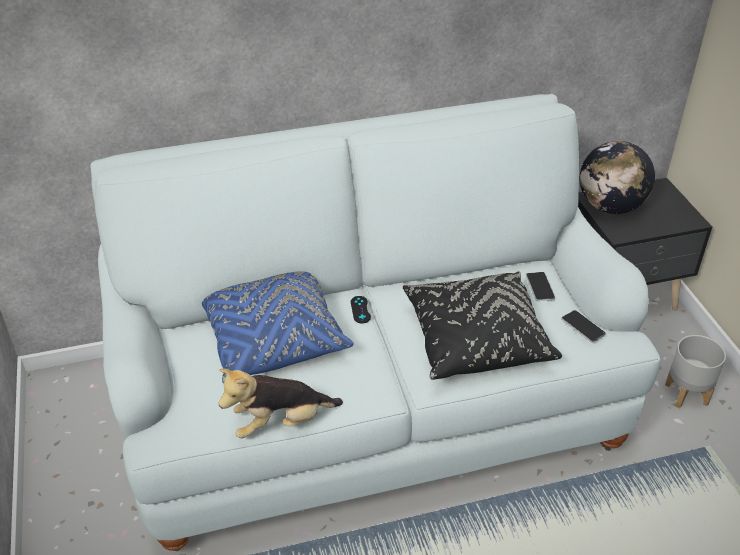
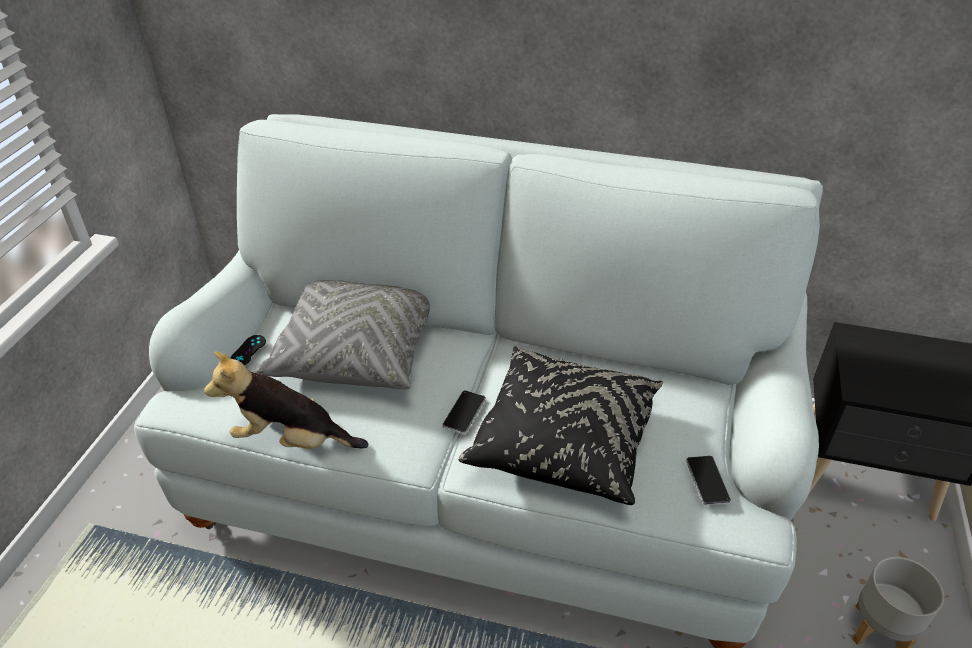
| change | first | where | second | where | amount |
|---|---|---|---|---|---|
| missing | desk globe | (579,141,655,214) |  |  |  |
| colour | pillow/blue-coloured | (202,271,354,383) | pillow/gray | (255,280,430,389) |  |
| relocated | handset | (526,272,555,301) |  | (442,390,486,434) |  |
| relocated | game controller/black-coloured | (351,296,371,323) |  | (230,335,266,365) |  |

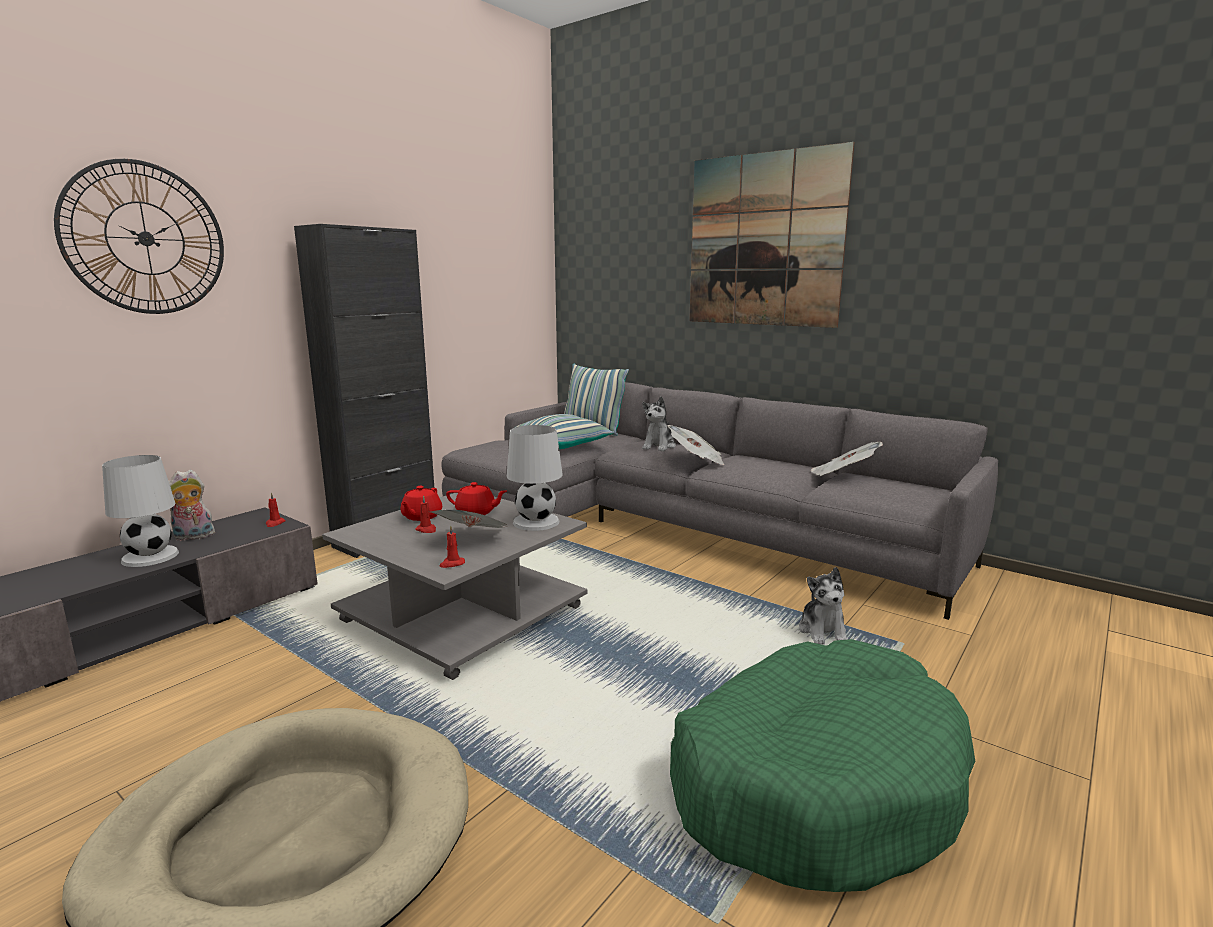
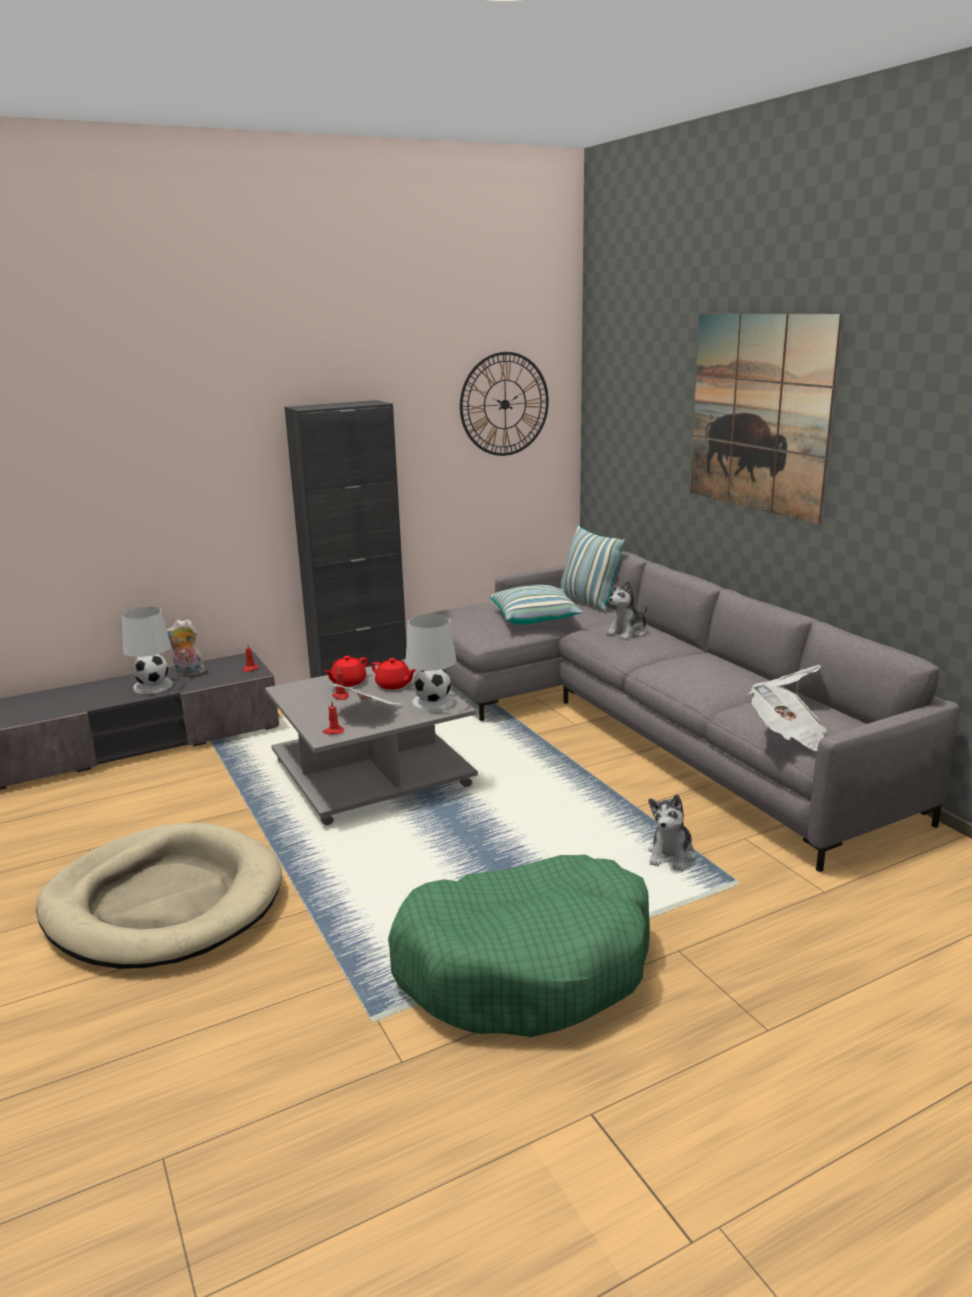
| change | first | where | second | where | amount |
|---|---|---|---|---|---|
| relocated | hanging clock | (54,159,224,314) |  | (460,352,549,456) |  |
| relocated | newspaper | (668,425,724,465) |  | (751,683,827,751) |  |

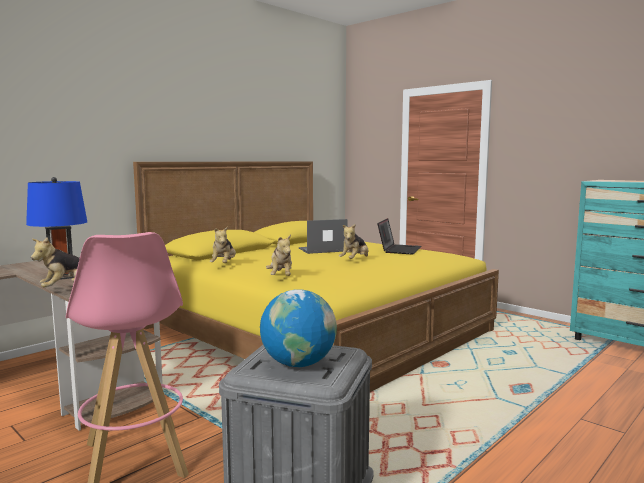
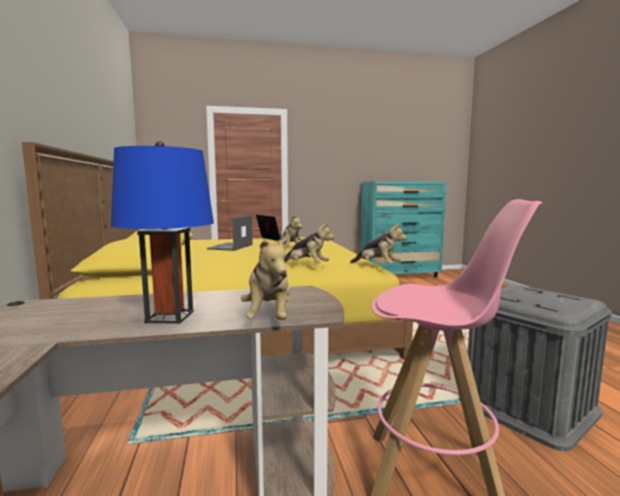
| change | first | where | second | where | amount |
|---|---|---|---|---|---|
| relocated | soft toy | (210,226,236,263) |  | (350,222,407,263) |  |
| missing | desk globe | (260,289,337,367) |  |  |  |

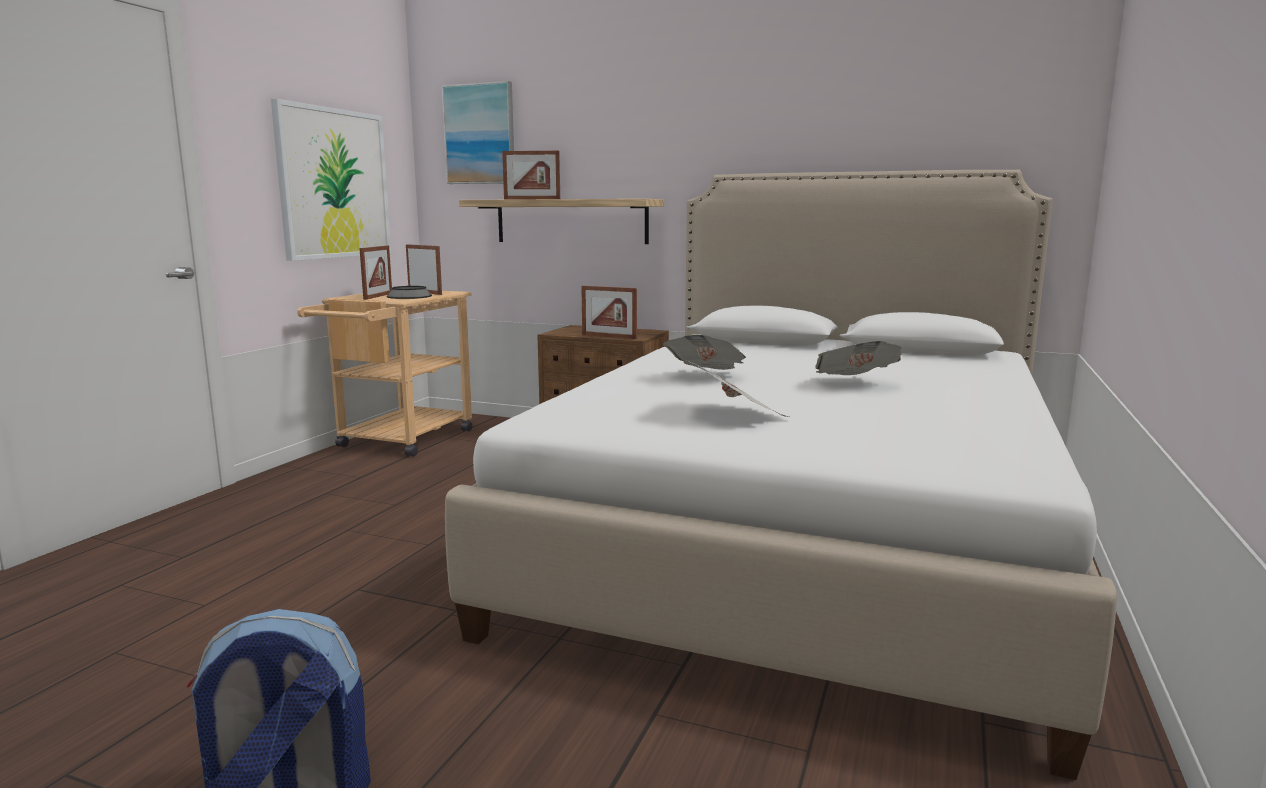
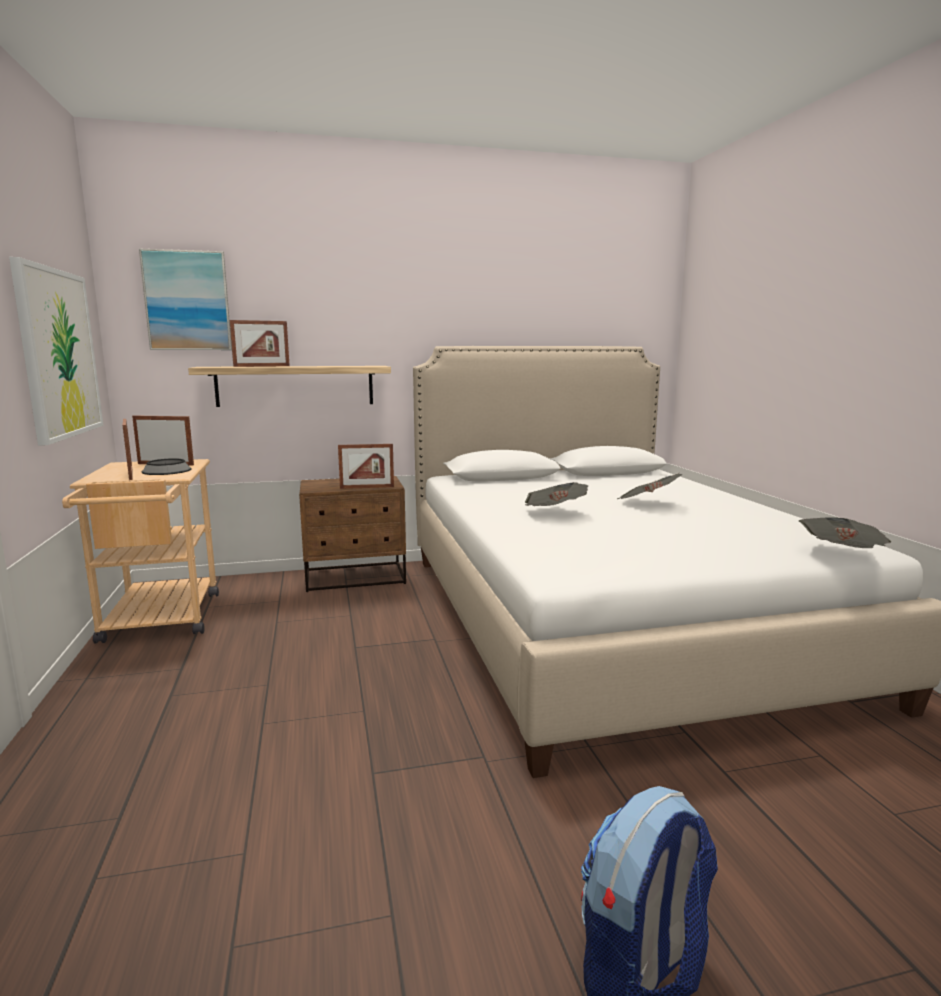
| change | first | where | second | where | amount |
|---|---|---|---|---|---|
| relocated | newspaper | (684,360,789,417) |  | (799,517,891,548) |  |

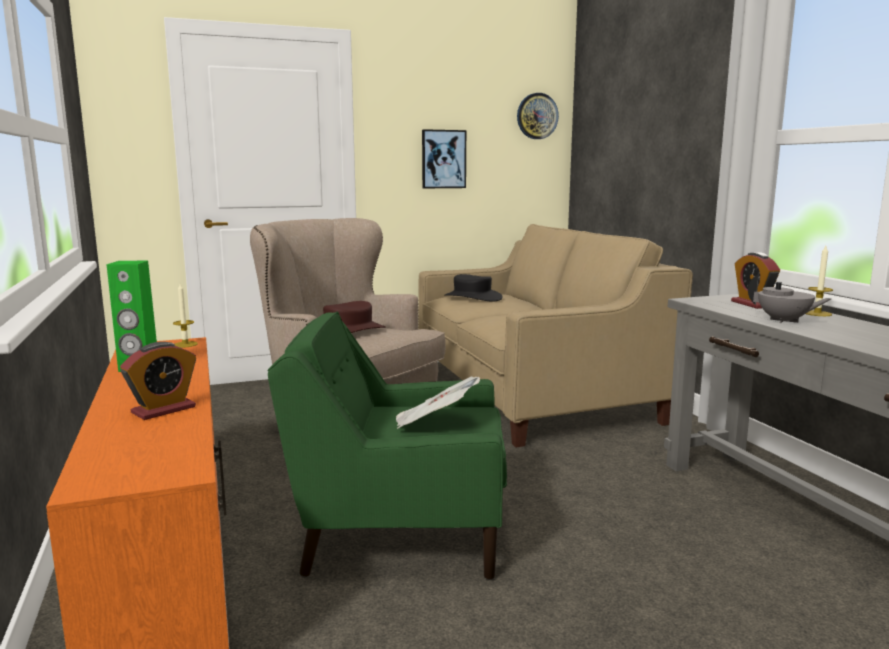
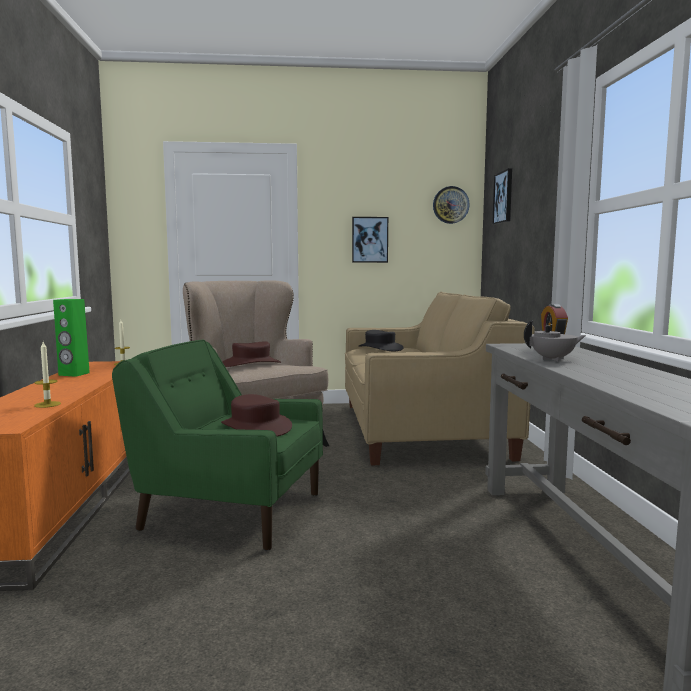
| change | first | where | second | where | amount |
|---|---|---|---|---|---|
| relocated | candle | (806,246,833,316) |  | (34,342,61,408) |  |
| spun | teapot/gray | (748,274,831,323) |  | (524,320,586,361) | 60 degrees counterclockwise |
| missing | table clock | (120,342,196,420) |  |  |  |
| exchanged | newspaper | (396,376,480,429) | clothing hat/brownish | (221,394,292,437) |  |
| appeared |  |  | picture | (492,168,512,224) |  |

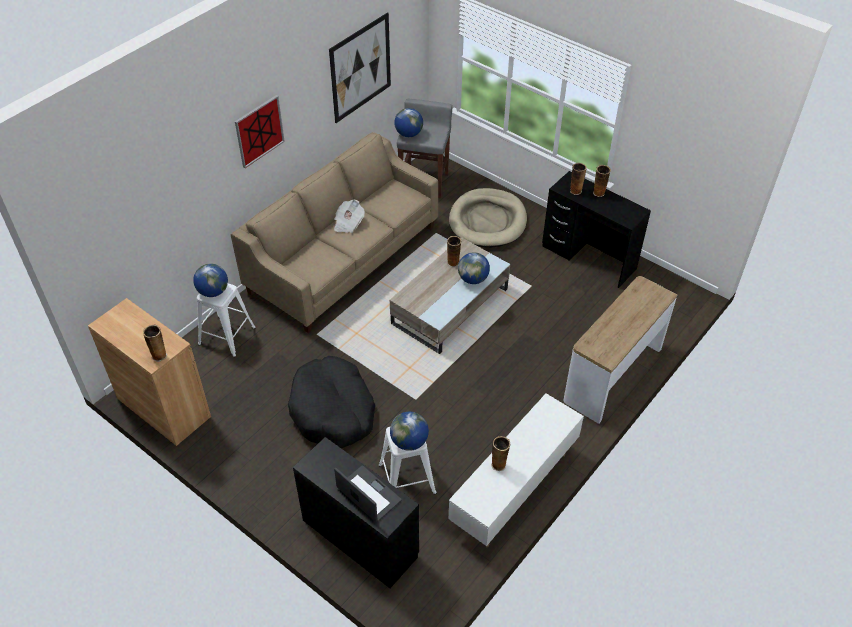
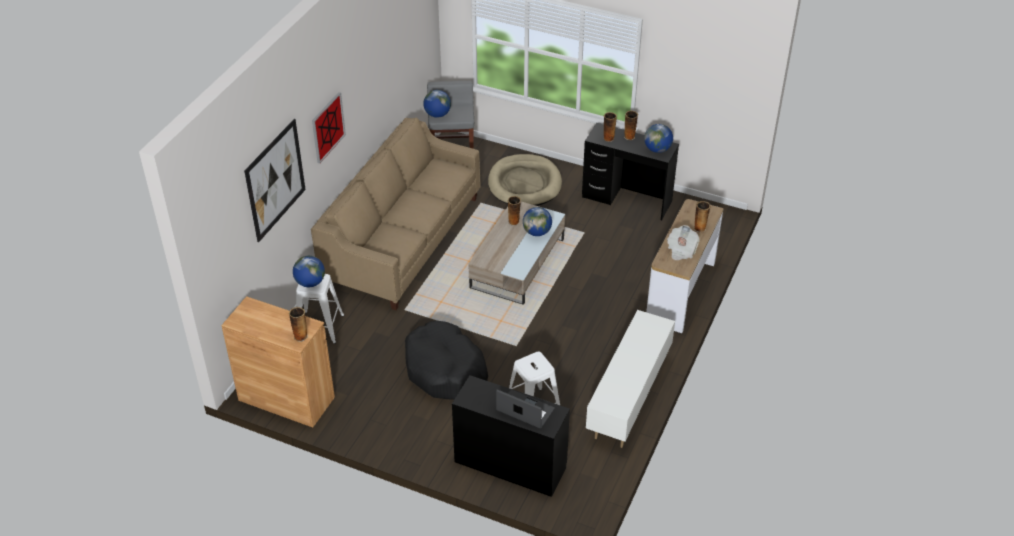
| change | first | where | second | where | amount |
|---|---|---|---|---|---|
| relocated | picture | (329,12,391,123) |  | (244,119,306,242) |  |
| relocated | newspaper | (334,200,365,233) |  | (667,225,700,260) |  |
| relocated | desk globe | (390,412,429,451) |  | (644,124,673,153) |  |
| relocated | decorative vase | (491,436,510,471) |  | (694,201,710,233) |  |

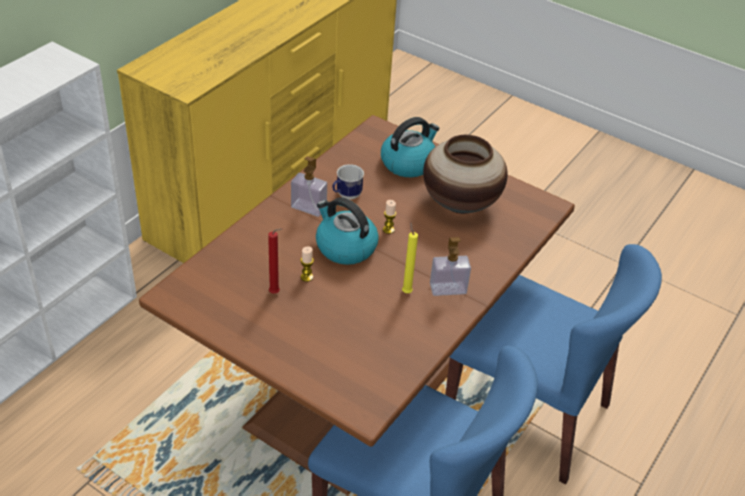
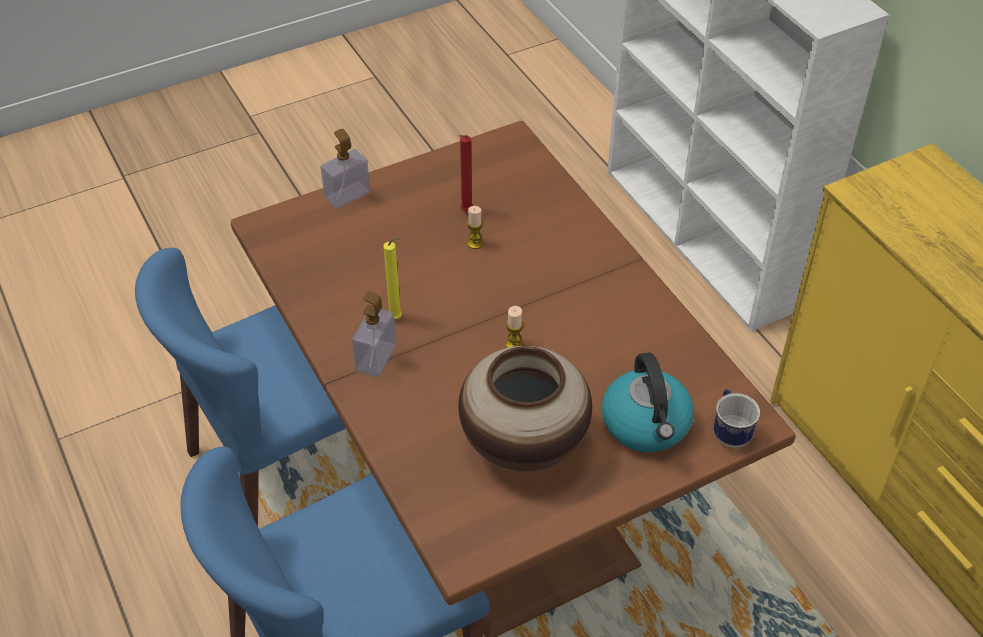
| change | first | where | second | where | amount |
|---|---|---|---|---|---|
| relocated | liquid soap bottle | (291,156,327,217) |  | (321,128,370,209) |  |
| relocated | tea mug | (332,164,364,199) |  | (714,389,760,448) |  |
| missing | kettle | (316,197,379,265) |  |  |  |

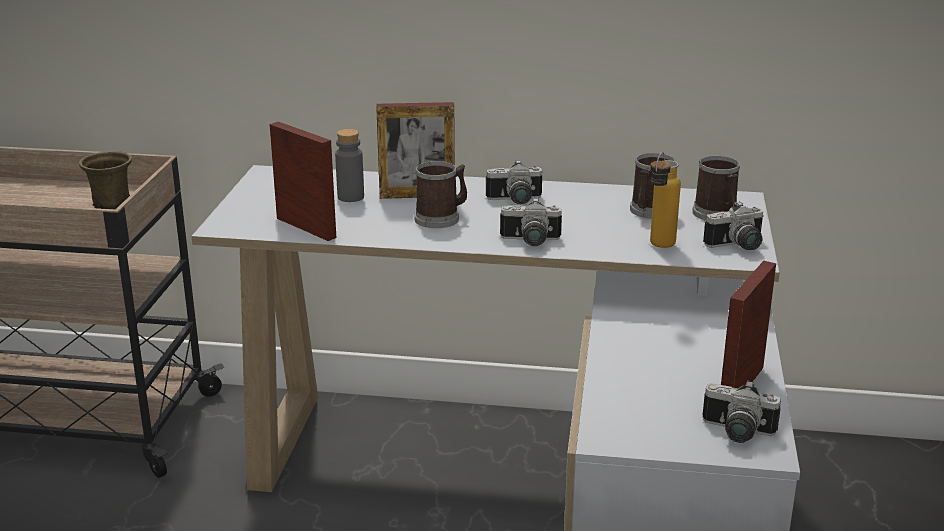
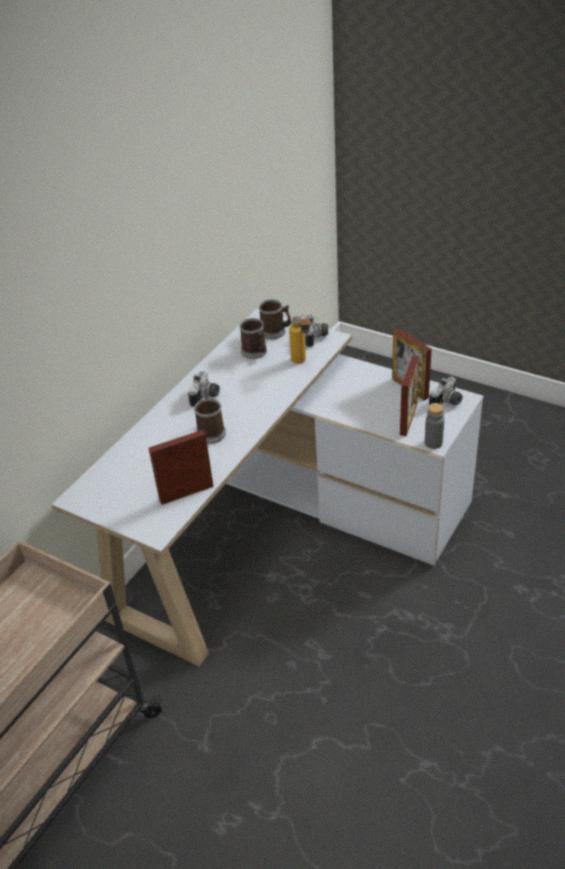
| change | first | where | second | where | amount |
|---|---|---|---|---|---|
| relocated | photo frame | (376,102,455,199) |  | (400,355,419,436) |  |
| relocated | beverage bottle/gray | (335,129,364,202) |  | (425,403,444,449) |  |
| missing | tea mug/brownish | (79,151,132,209) |  |  |  |
| missing | still camera | (500,197,562,246) |  |  |  |

